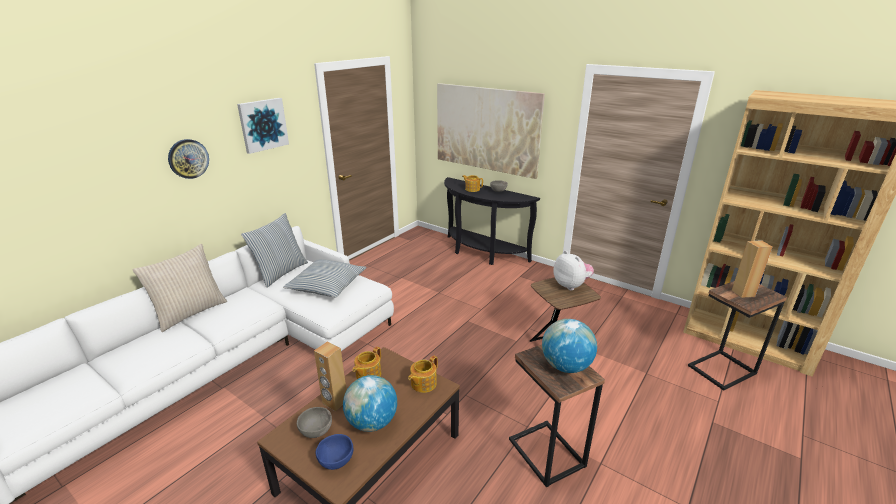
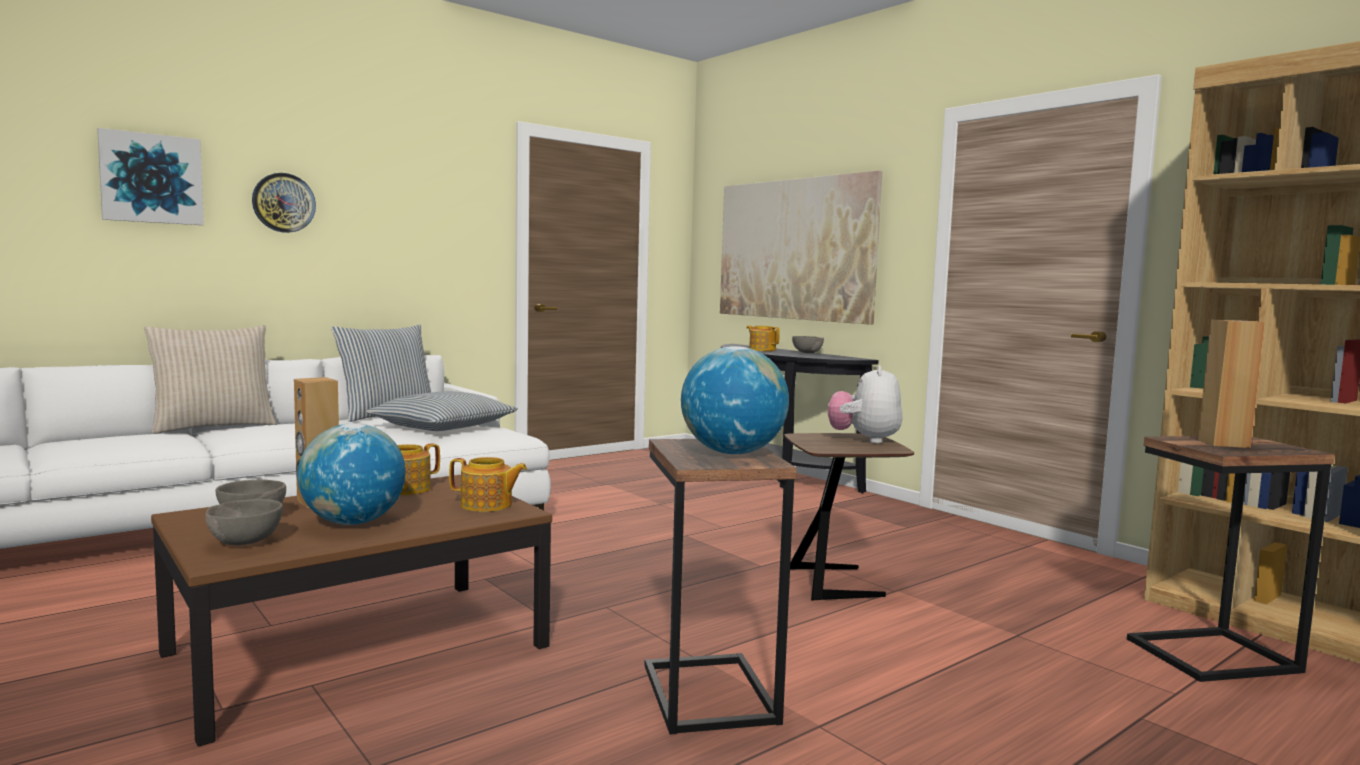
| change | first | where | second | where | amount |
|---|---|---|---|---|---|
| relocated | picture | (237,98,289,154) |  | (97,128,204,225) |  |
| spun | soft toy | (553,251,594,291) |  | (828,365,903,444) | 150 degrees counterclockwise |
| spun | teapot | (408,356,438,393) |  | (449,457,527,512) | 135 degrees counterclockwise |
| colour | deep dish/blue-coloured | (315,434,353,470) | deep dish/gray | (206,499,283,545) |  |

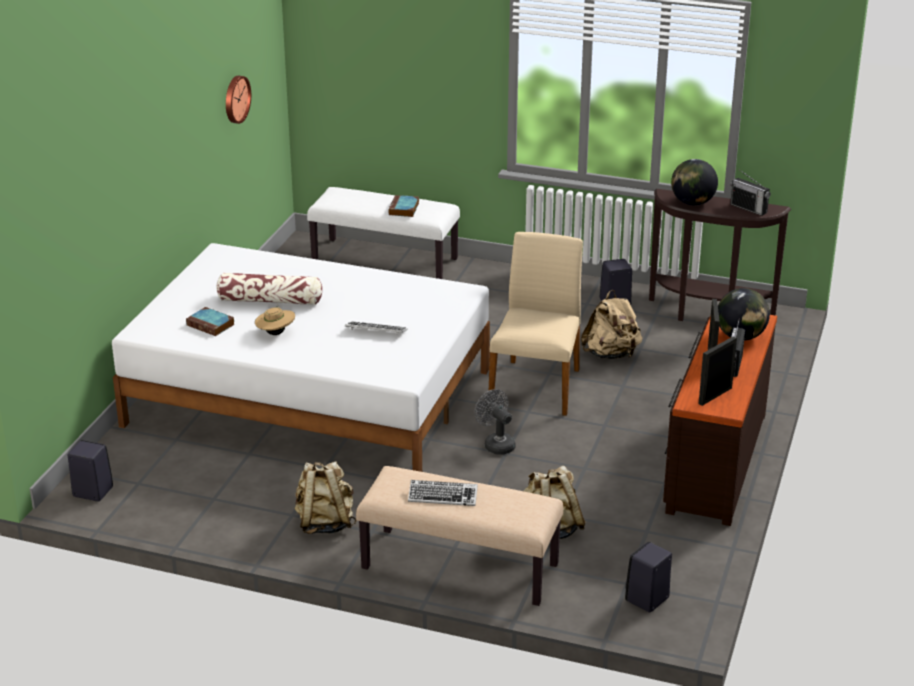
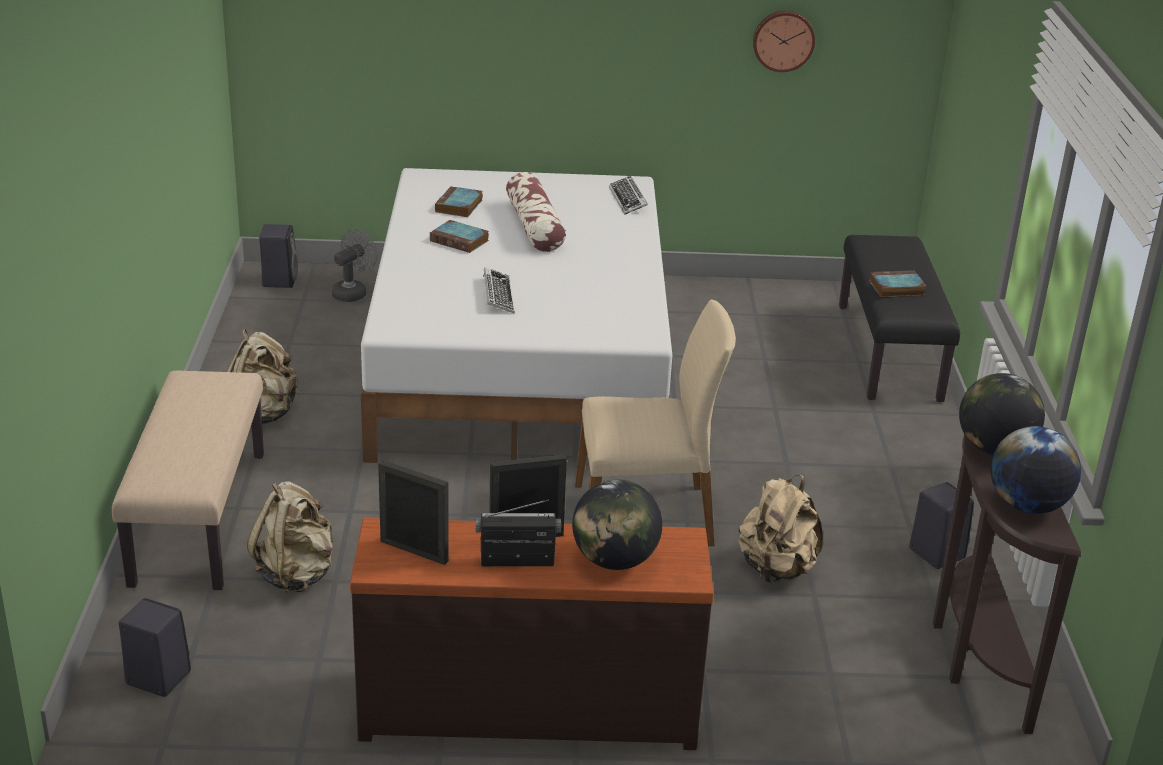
| change | first | where | second | where | amount |
|---|---|---|---|---|---|
| exchanged | radio set | (730,170,771,216) | desk globe | (990,426,1081,514) |  |
| colour | indoor bench/white-coloured | (307,187,460,279) | indoor bench/black-coloured | (839,235,960,402) |  |
| exchanged | clothing hat/beige | (255,304,295,335) | bound book | (430,220,489,253) |  |
| relocated | electric fan/gray | (474,389,515,455) |  | (331,229,377,302) |  |
| relocated | computer keyboard | (408,480,478,506) |  | (609,176,648,215) |  |

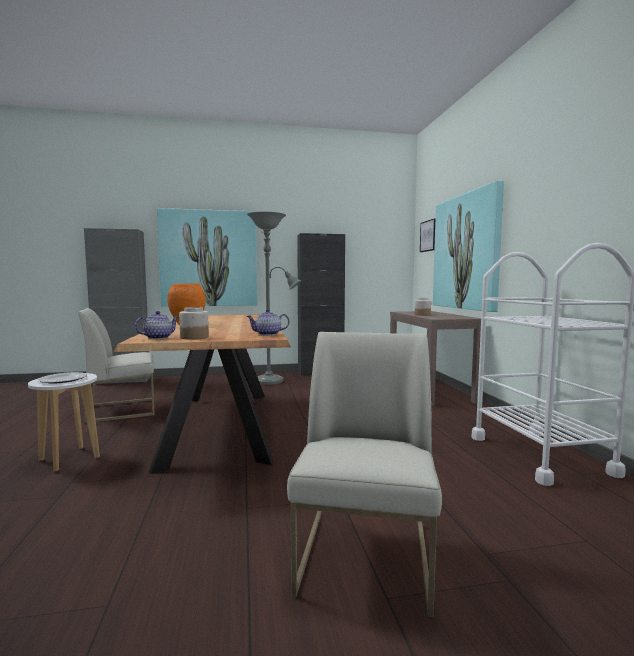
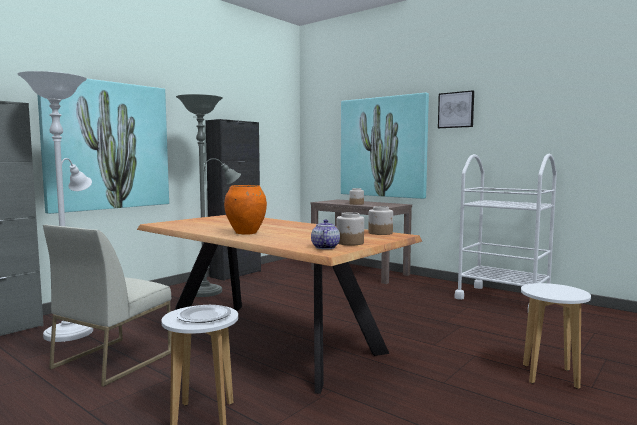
| change | first | where | second | where | amount |
|---|---|---|---|---|---|
| relocated | picture | (420,218,435,252) |  | (438,90,474,128) |  |
| exchanged | teapot | (246,309,290,336) | preserve jar | (368,206,393,235) |  |
| exchanged | chair/white-coloured | (287,332,442,617) | stool/white-coloured | (521,283,591,389) |  |
| appeared |  |  | standard lamp/white-coloured | (18,71,93,342) |  |

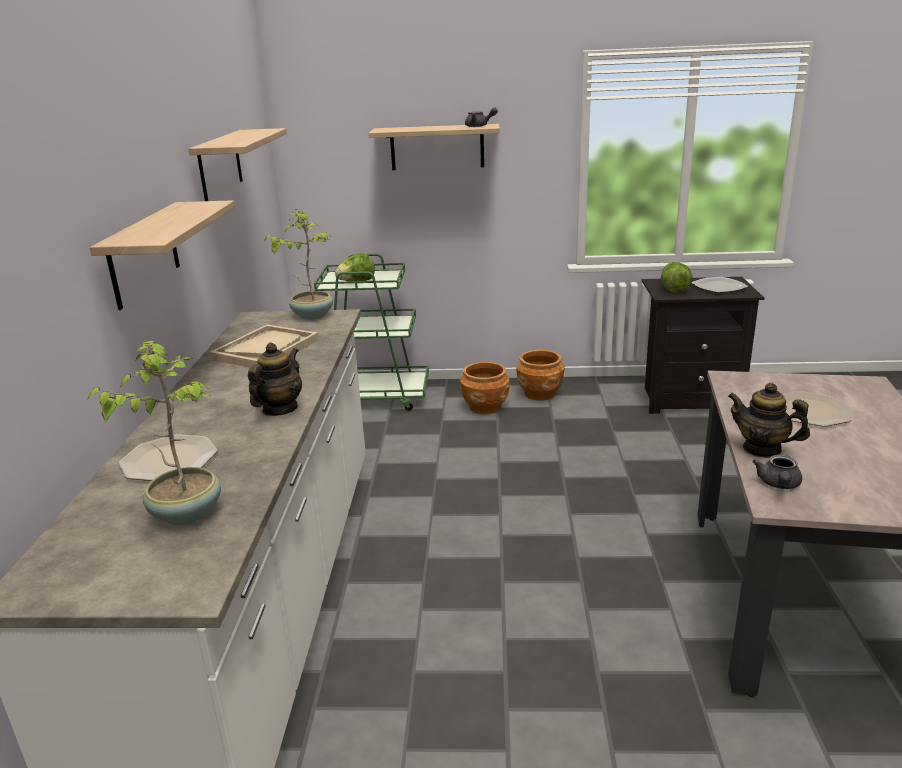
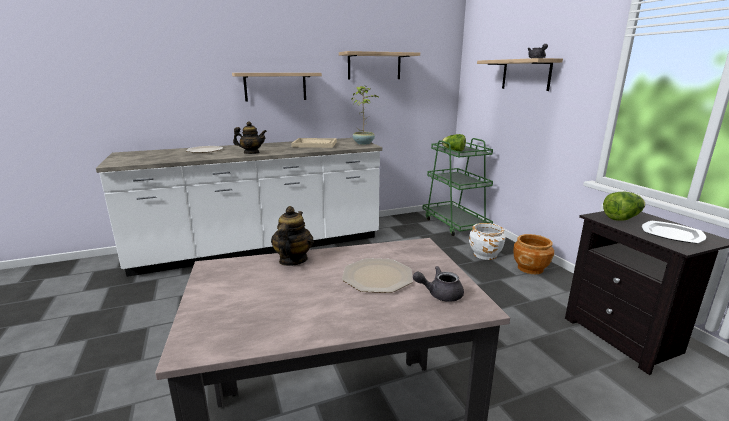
| change | first | where | second | where | amount |
|---|---|---|---|---|---|
| missing | plant in a pot | (86,341,221,525) |  |  |  |
| colour | plant pot/brownish | (460,362,510,414) | plant pot/white-coloured | (469,223,506,260) |  |
| relocated | teapot/gray | (752,455,802,489) |  | (413,266,464,302) |  |

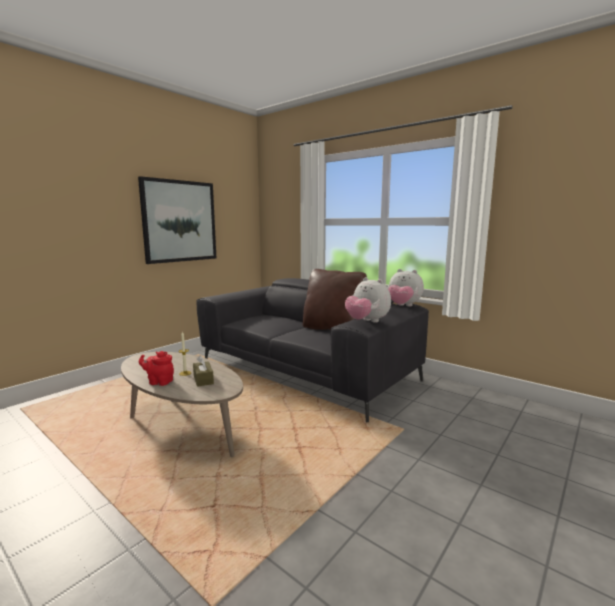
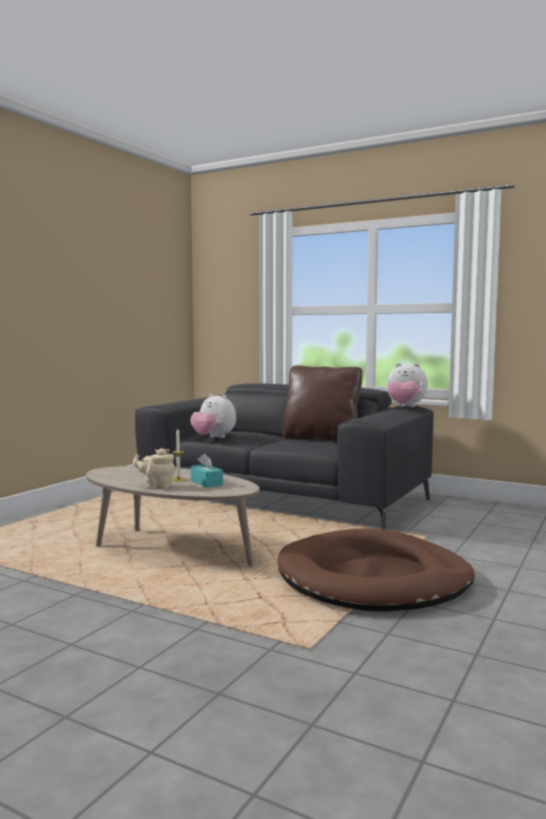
| change | first | where | second | where | amount |
|---|---|---|---|---|---|
| missing | picture | (138,176,216,264) |  |  |  |
| relocated | soft toy | (345,277,391,323) |  | (190,394,236,438) |  |
| colour | teapot/red | (139,351,174,386) | teapot/beige | (133,448,176,489) |  |
| colour | tissue holder/brownish | (193,355,214,387) | tissue holder/turquoise-coloured | (191,453,223,488) |  |
| appeared |  |  | dog bed/brownish | (277,529,475,612) |  |

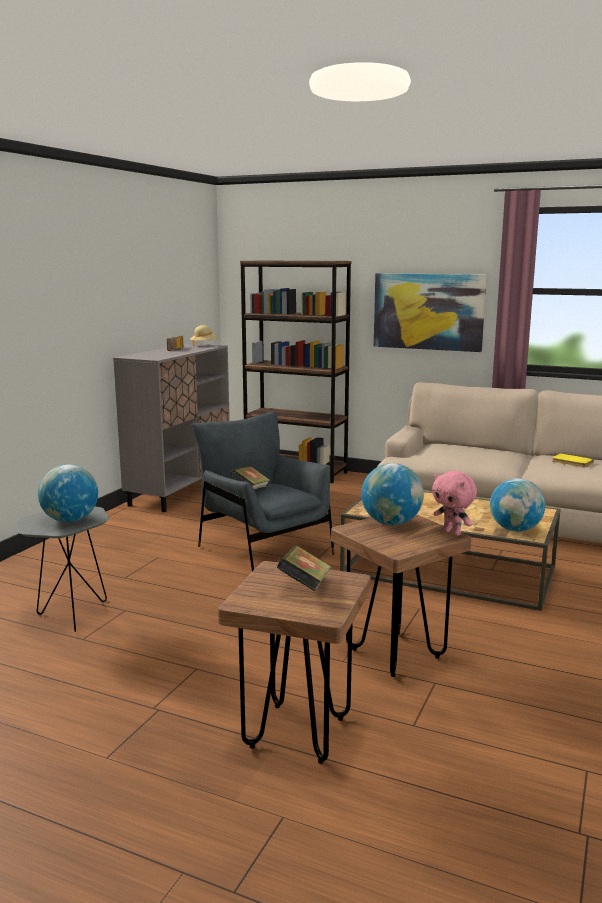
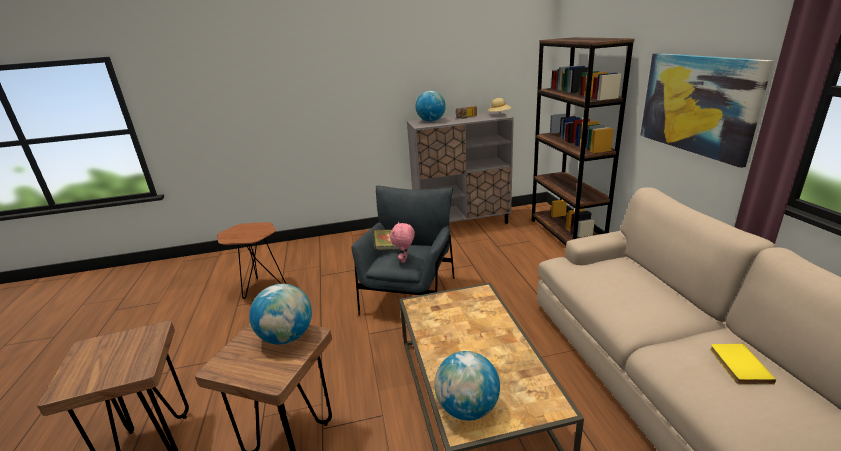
| change | first | where | second | where | amount |
|---|---|---|---|---|---|
| relocated | desk globe | (38,464,98,522) |  | (415,91,446,122) |  |
| relocated | soft toy/pink | (432,471,477,536) |  | (390,222,415,263) |  |
| colour | accent table/gray | (16,507,109,632) | accent table/brownish | (217,222,286,299) |  |
| missing | bound book | (277,545,331,591) |  |  |  |

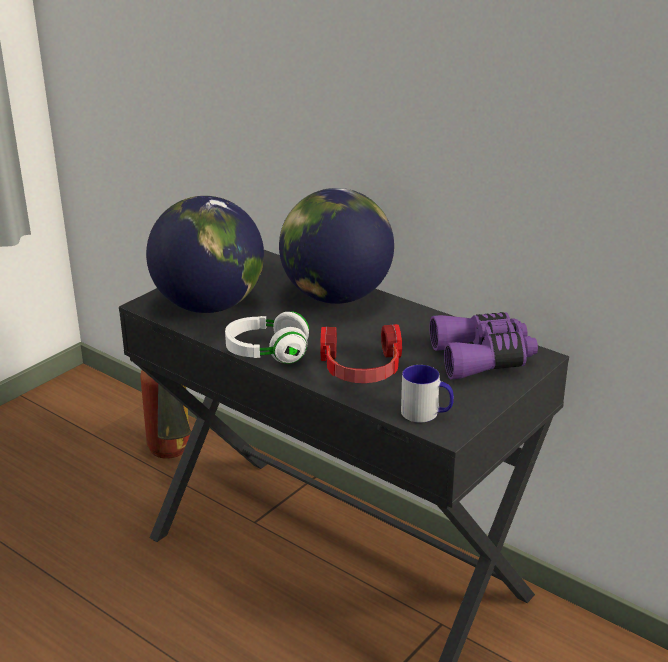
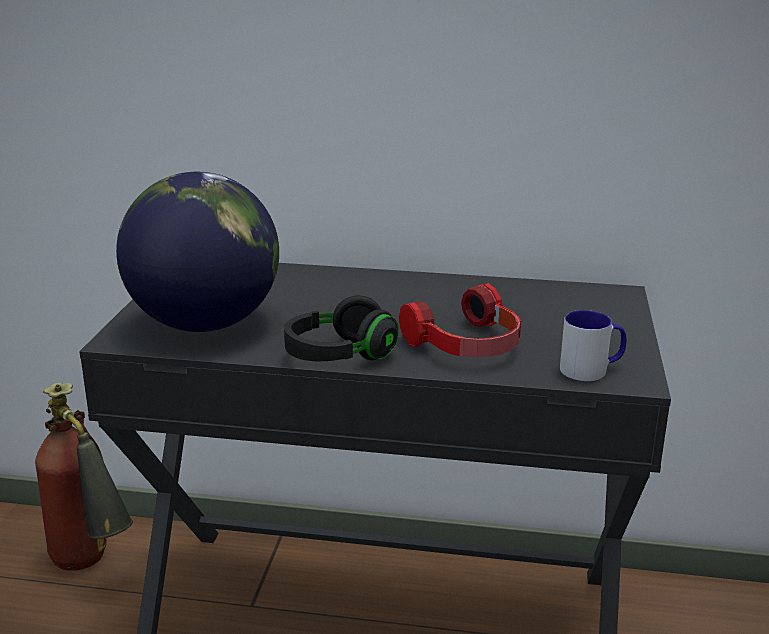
| change | first | where | second | where | amount |
|---|---|---|---|---|---|
| missing | desk globe | (279,188,394,304) |  |  |  |
| colour | pair of headphones/white-coloured | (225,311,309,364) | pair of headphones/black-coloured | (284,295,399,361) |  |
| missing | pair of binoculars/purple | (429,312,538,380) |  |  |  |

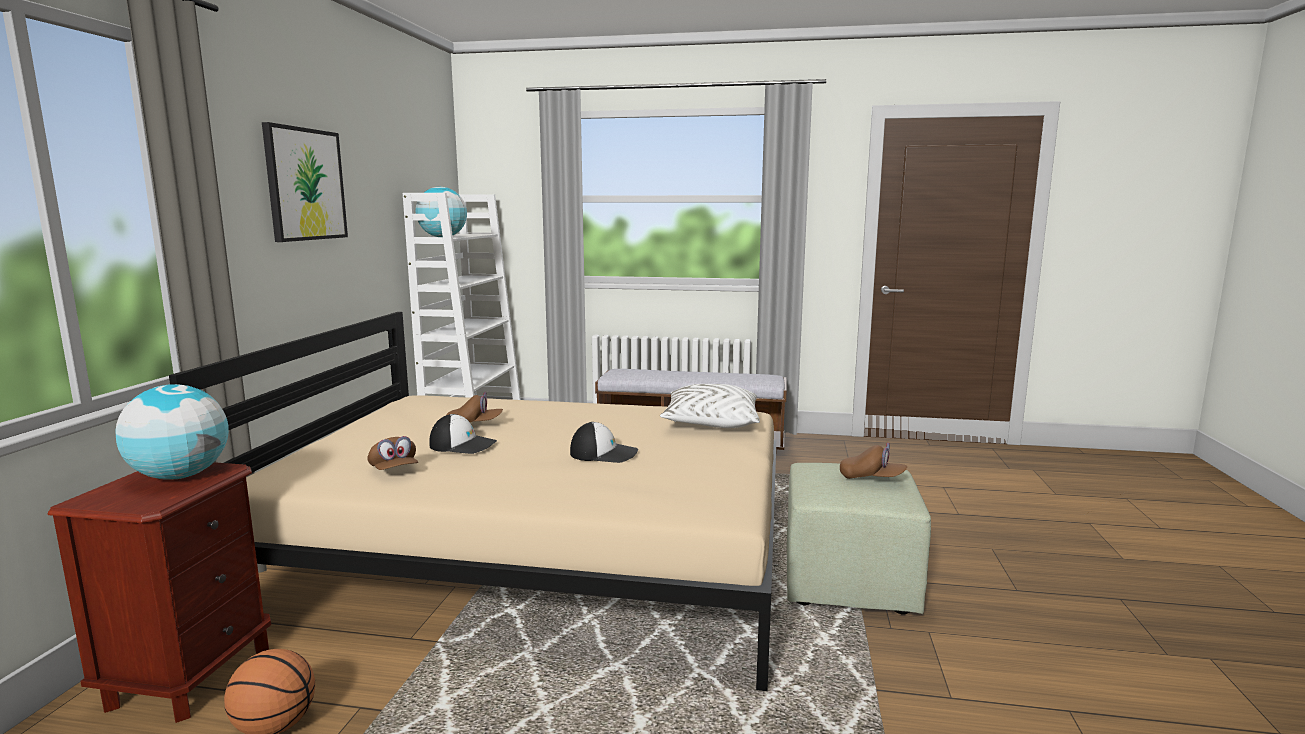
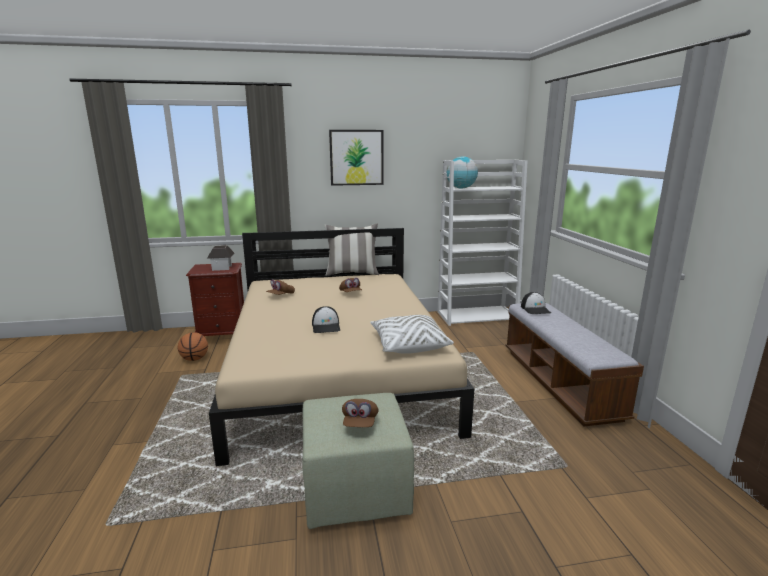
| change | first | where | second | where | amount |
|---|---|---|---|---|---|
| exchanged | desk globe | (115,384,229,479) | toy house | (207,245,234,271) |  |
| relocated | peaked cap | (429,414,497,454) |  | (521,292,551,314) |  |
| appeared |  |  | pillow | (325,224,379,276) |  |

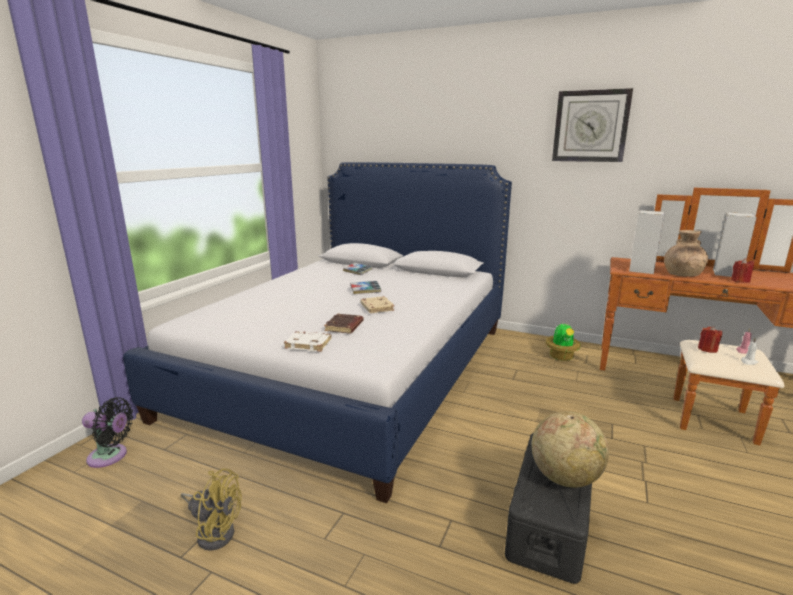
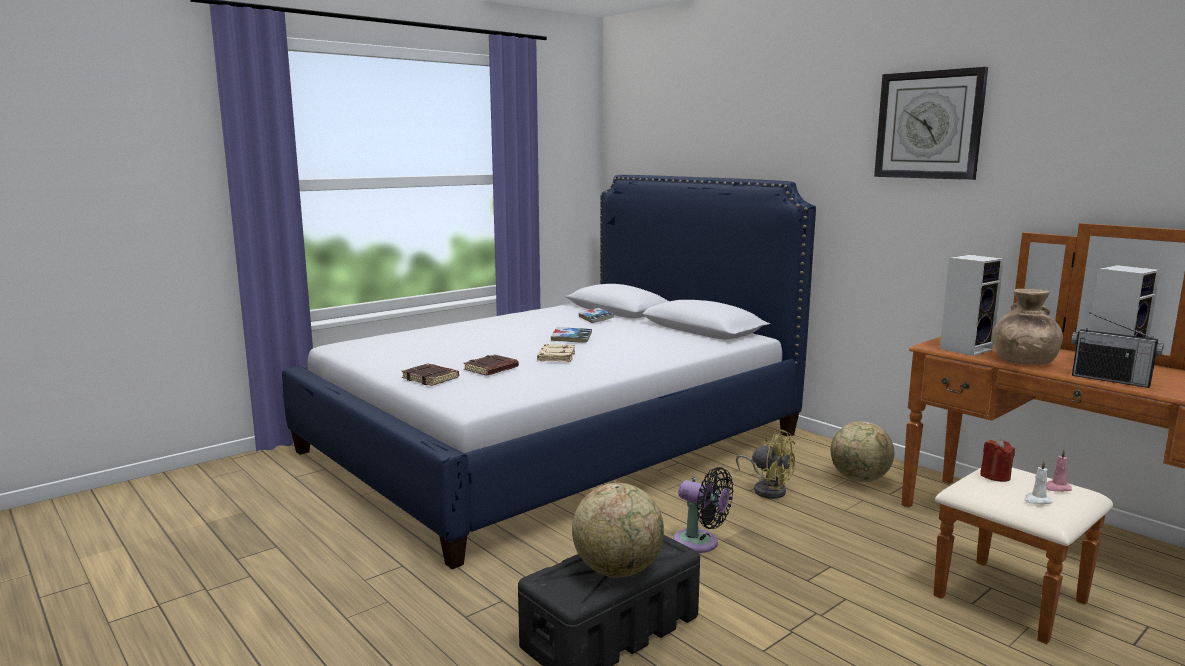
| change | first | where | second | where | amount |
|---|---|---|---|---|---|
| exchanged | candle/red | (731,258,754,283) | radio set | (1071,312,1164,388) |  |
| exchanged | plant in a pot | (546,322,581,361) | desk globe | (831,421,894,482) |  |
| colour | bound book/white-coloured | (284,331,332,352) | bound book/brownish | (401,364,459,386) |  |
| relocated | electric fan/black-coloured | (82,397,133,468) |  | (673,467,733,553) |  |
| relocated | electric fan/yellow | (181,468,242,551) |  | (736,428,795,499) |  |

